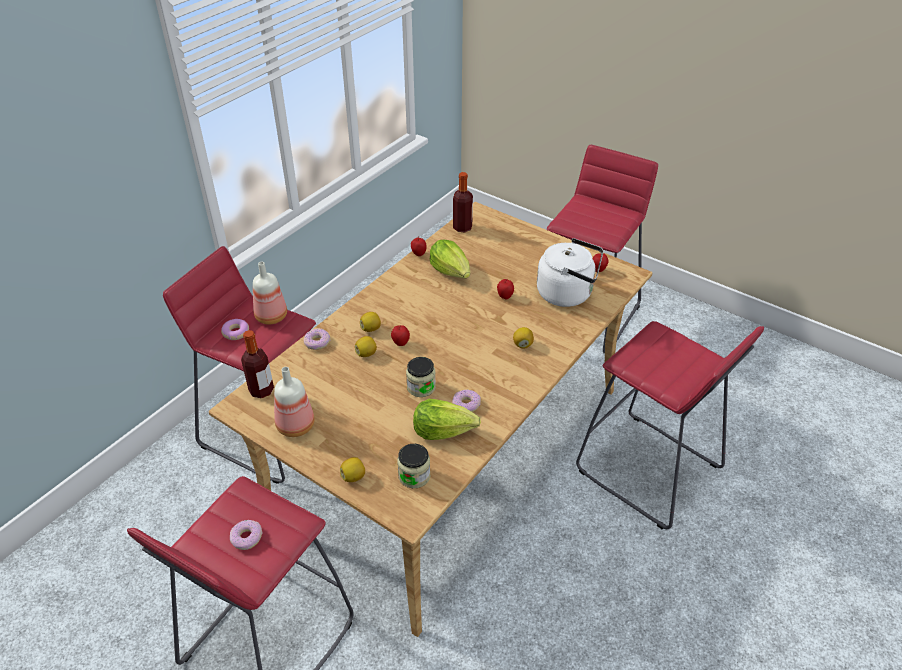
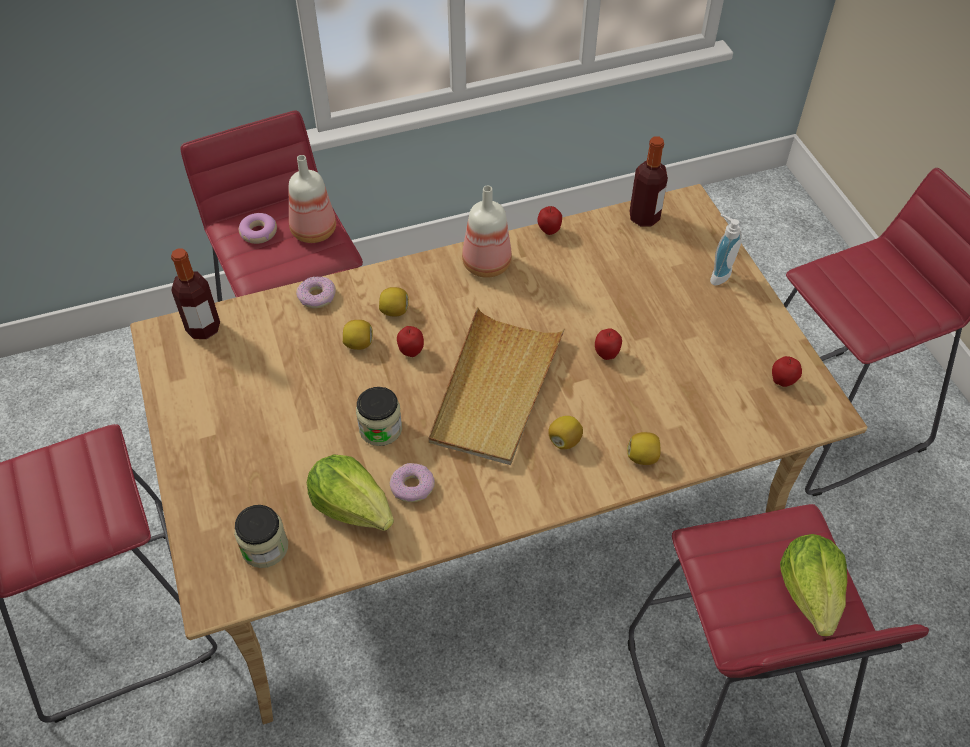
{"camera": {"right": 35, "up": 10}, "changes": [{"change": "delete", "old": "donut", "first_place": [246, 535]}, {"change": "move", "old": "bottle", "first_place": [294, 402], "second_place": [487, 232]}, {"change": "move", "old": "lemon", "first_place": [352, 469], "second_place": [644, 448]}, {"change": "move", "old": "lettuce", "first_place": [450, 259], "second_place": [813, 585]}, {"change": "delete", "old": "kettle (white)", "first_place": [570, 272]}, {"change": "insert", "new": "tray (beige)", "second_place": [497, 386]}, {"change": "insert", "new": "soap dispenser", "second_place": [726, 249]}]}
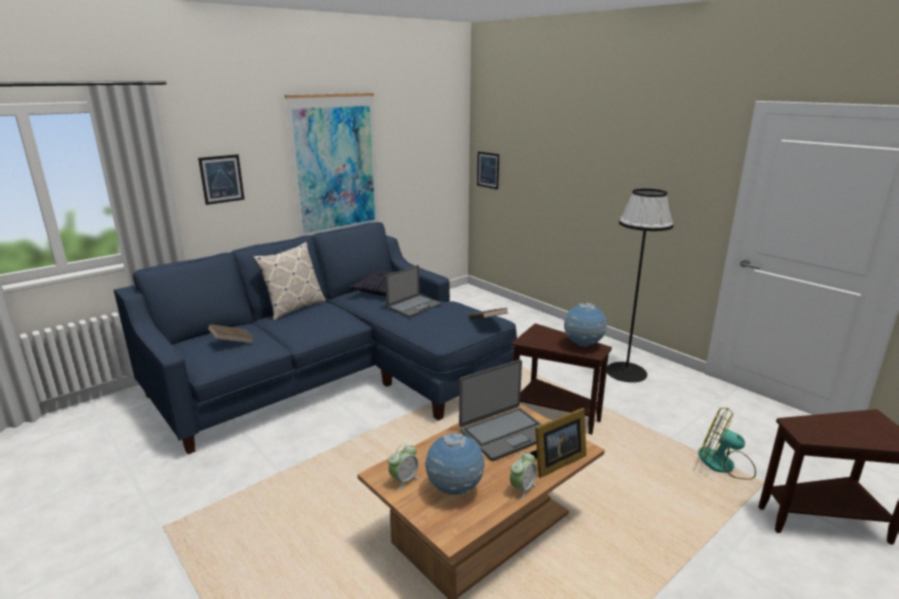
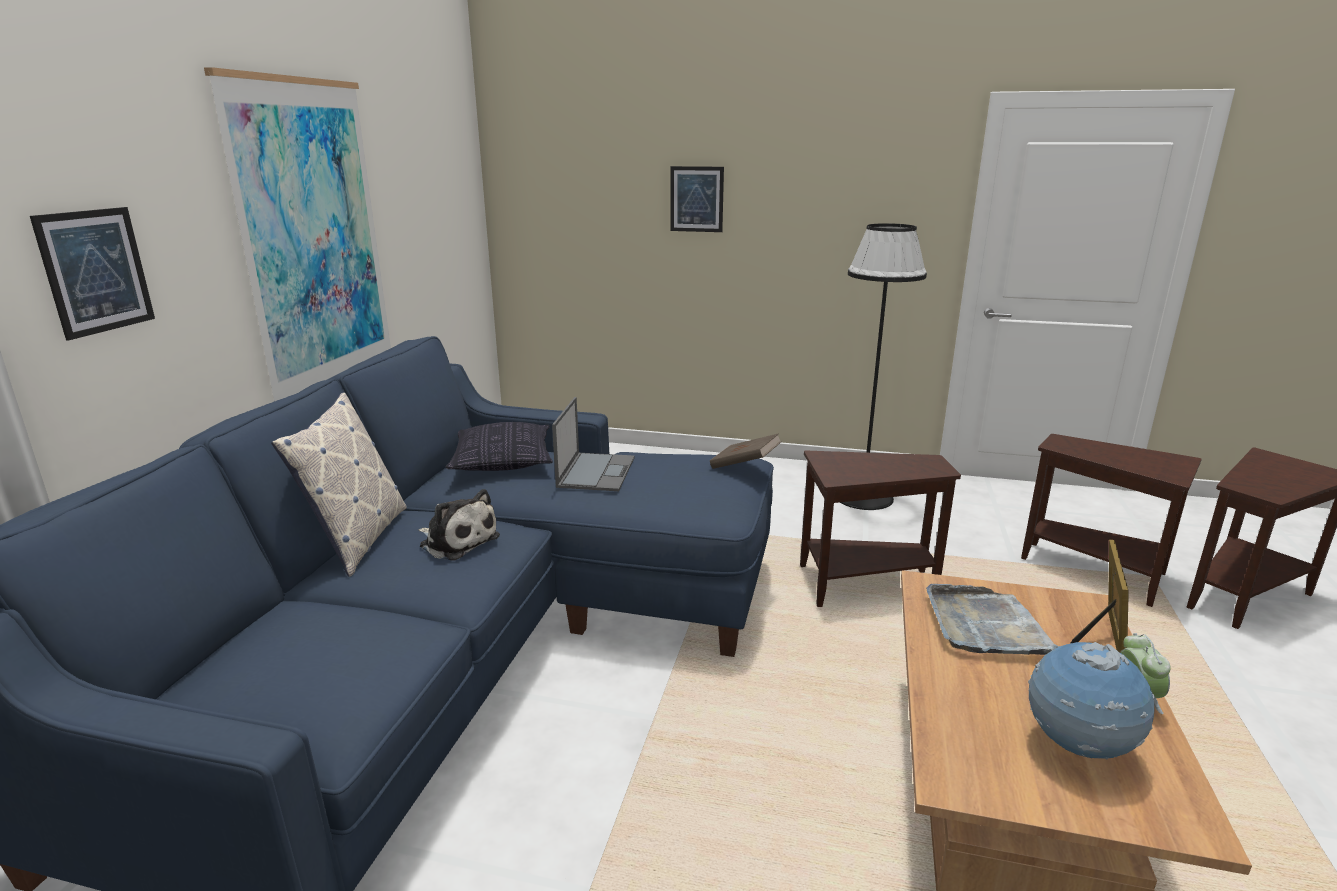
{"camera": {"right": -35, "up": 0}, "changes": [{"change": "delete", "old": "book (brown)", "first_place": [231, 333]}, {"change": "delete", "old": "alarm clock", "first_place": [403, 467]}, {"change": "replace", "old": "laptop", "new": "tray (grey)", "first_place": [500, 410], "second_place": [992, 619]}, {"change": "move", "old": "picture", "first_place": [488, 170], "second_place": [697, 199]}, {"change": "delete", "old": "globe", "first_place": [585, 325]}, {"change": "replace", "old": "fan", "new": "side table (brown)", "first_place": [727, 444], "second_place": [1111, 520]}, {"change": "insert", "new": "plush toy", "second_place": [459, 525]}]}
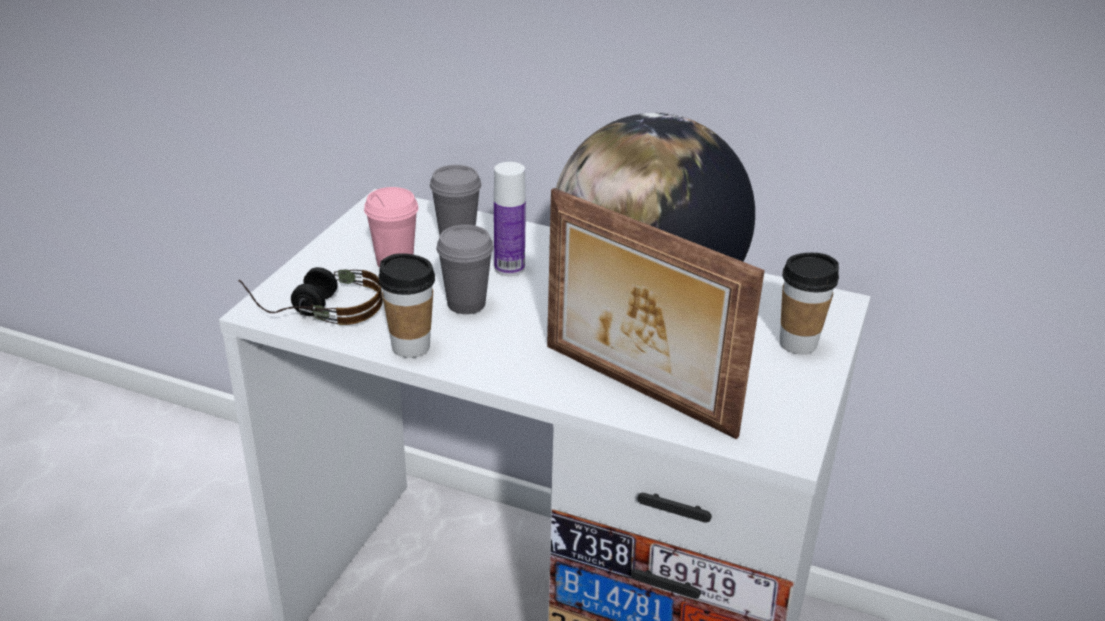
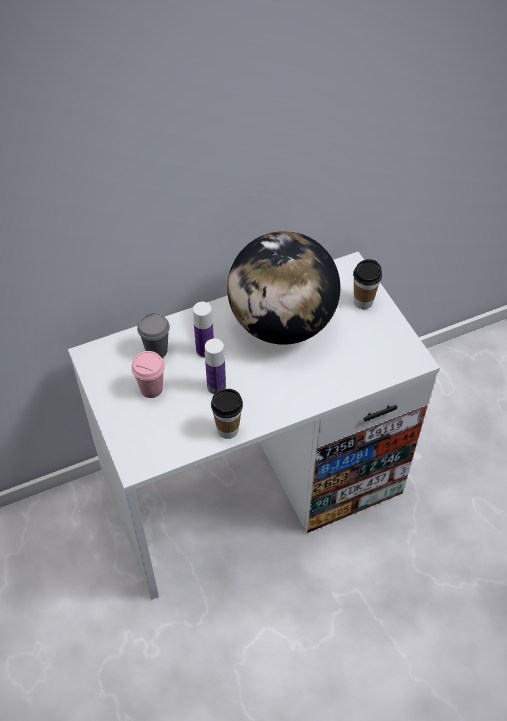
{"camera": {"right": -45, "up": 20}, "changes": [{"change": "delete", "old": "headphones", "first_place": [311, 296]}, {"change": "replace", "old": "cup (grey)", "new": "bottle", "first_place": [465, 269], "second_place": [215, 366]}, {"change": "delete", "old": "picture frame", "first_place": [656, 313]}]}
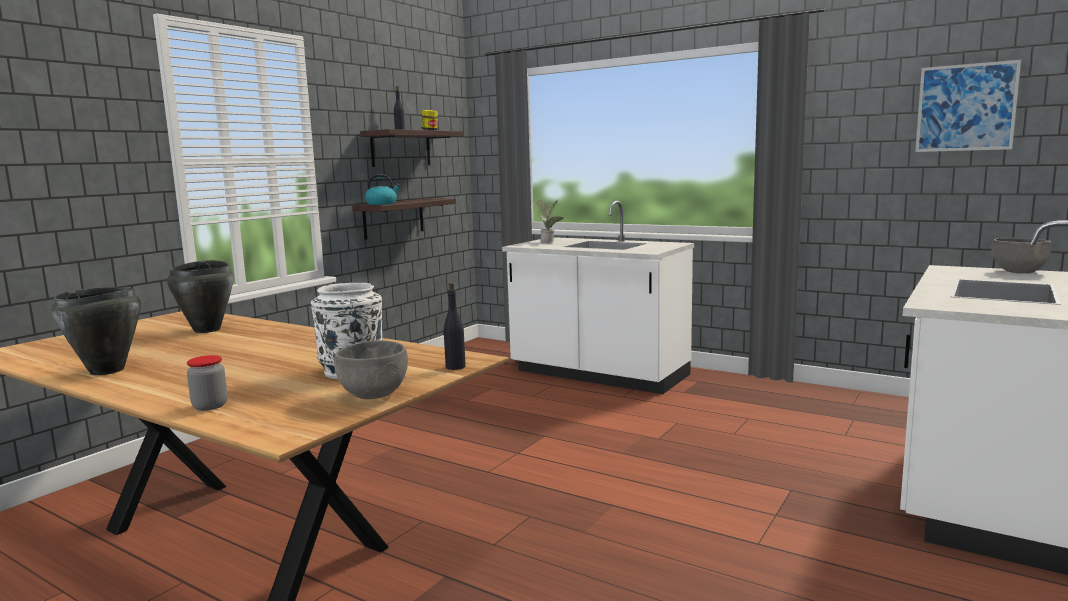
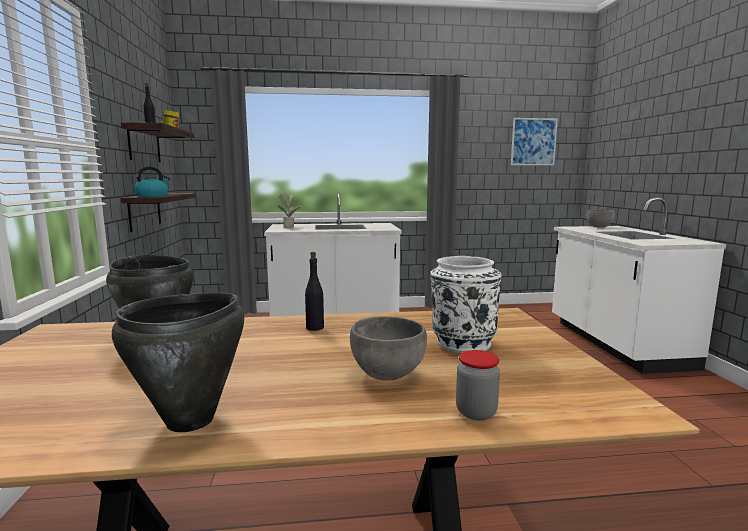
{"camera": {"right": -40, "up": 0}, "changes": [{"change": "move", "old": "bowl (grey)", "first_place": [371, 369], "second_place": [388, 348]}, {"change": "move", "old": "bottle (black)", "first_place": [455, 326], "second_place": [314, 291]}]}
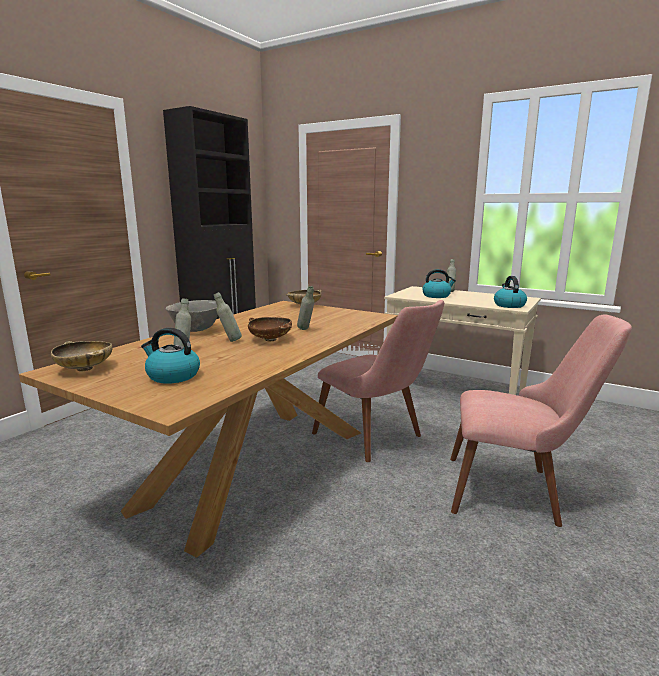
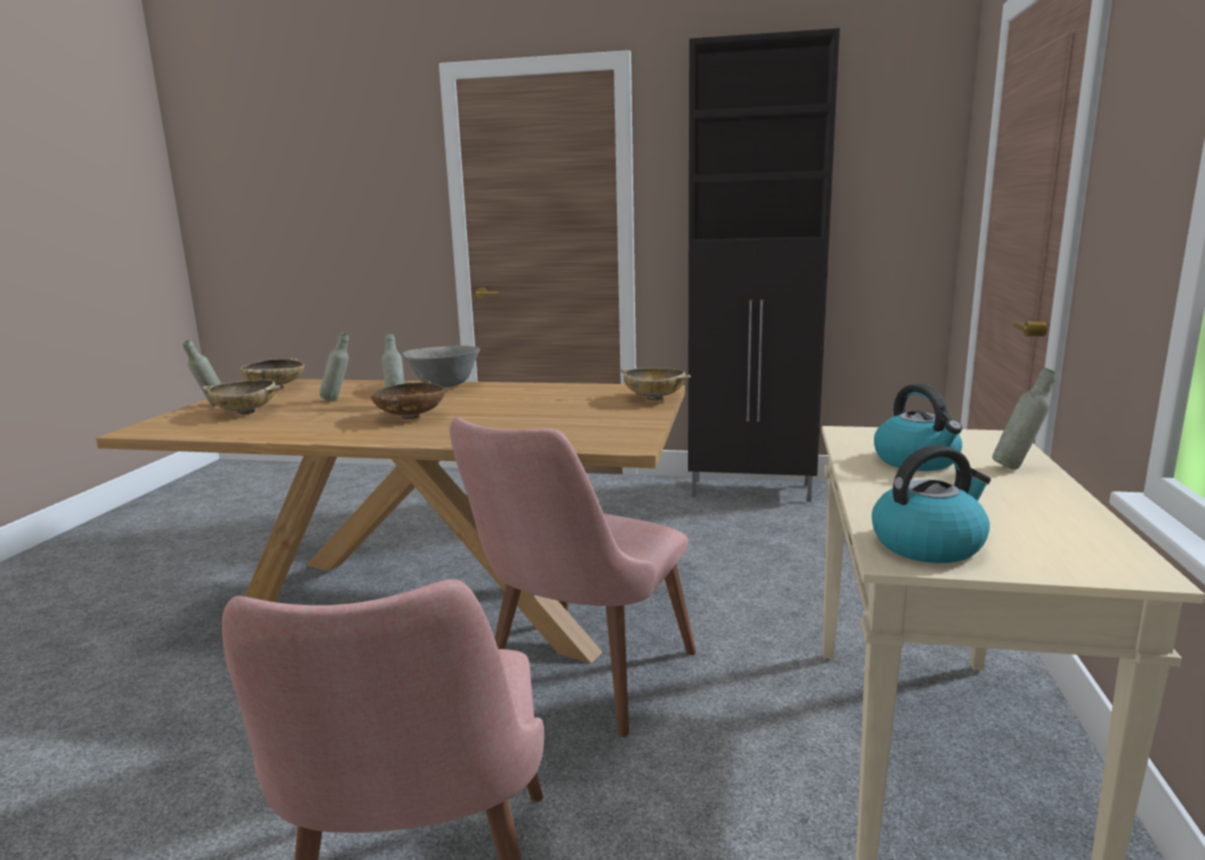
{"camera": {"right": 70, "up": 0}, "changes": [{"change": "replace", "old": "kettle", "new": "bowl (beige)", "first_place": [170, 356], "second_place": [242, 396]}, {"change": "move", "old": "bottle (grey)", "first_place": [305, 308], "second_place": [201, 373]}]}
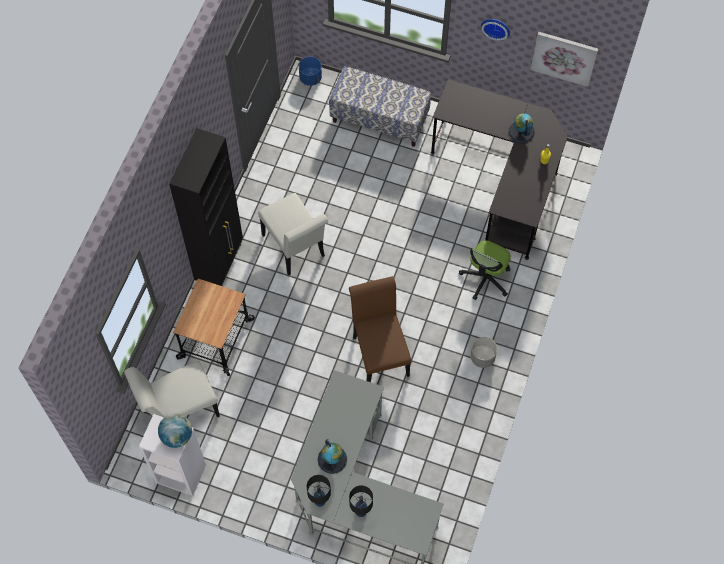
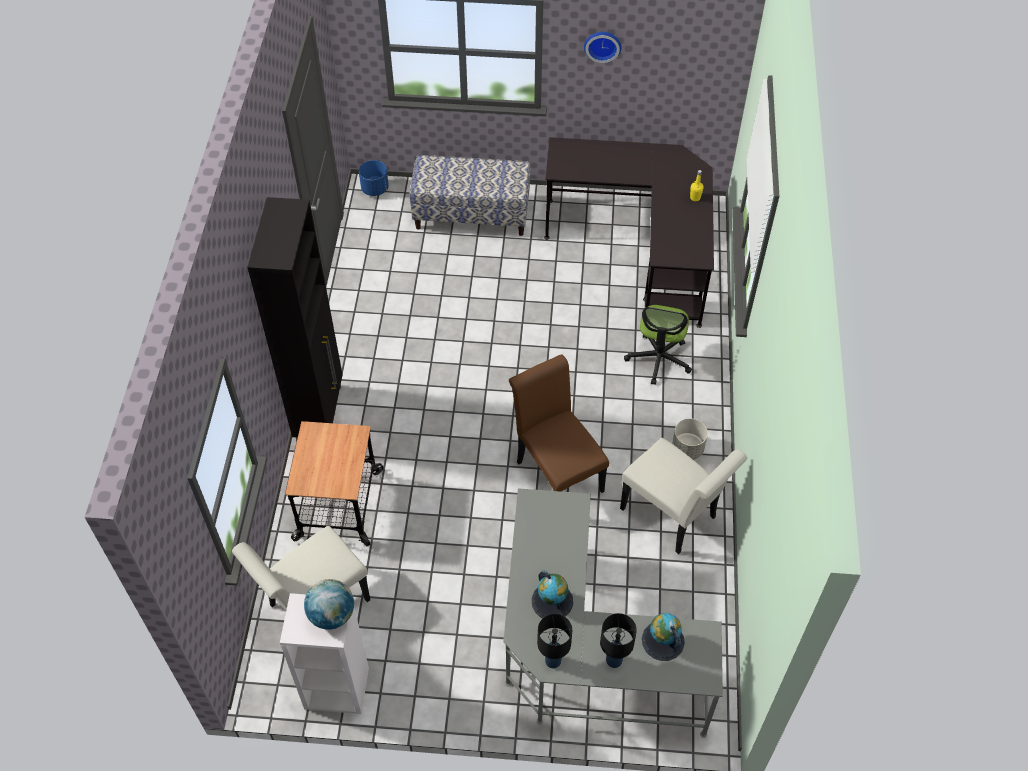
{"camera": {"right": -15, "up": -10}, "changes": [{"change": "move", "old": "chair (white)", "first_place": [293, 234], "second_place": [683, 496]}, {"change": "move", "old": "globe", "first_place": [521, 128], "second_place": [663, 637]}, {"change": "delete", "old": "picture", "first_place": [564, 59]}]}
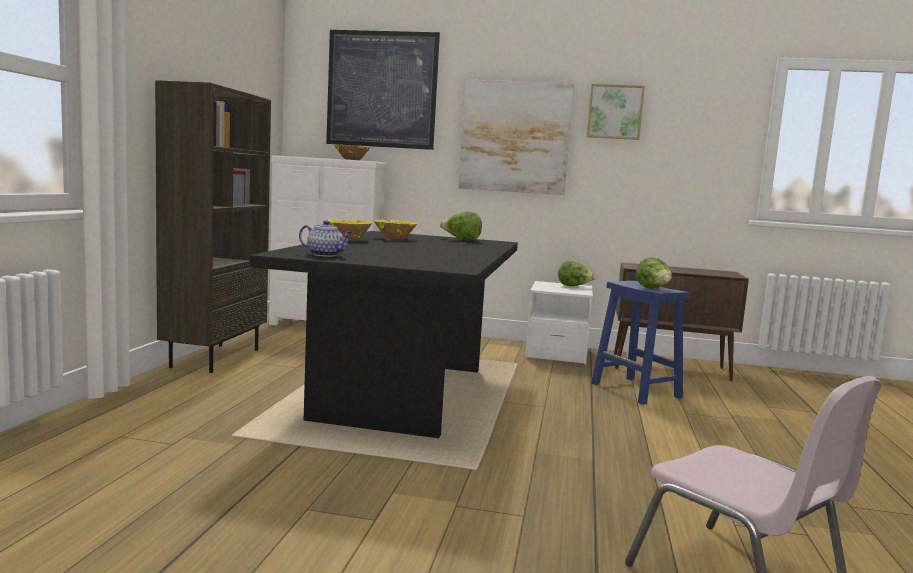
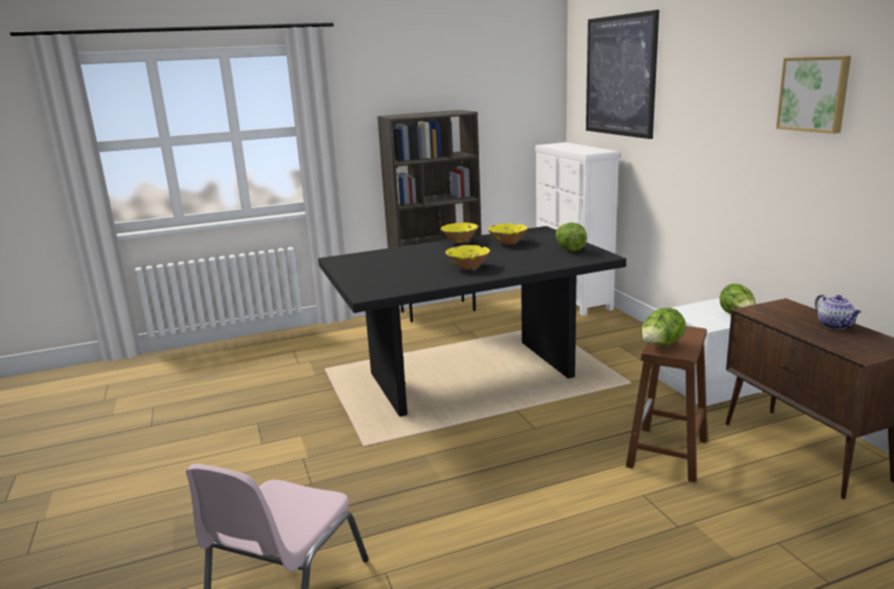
{"camera": {"right": 60, "up": 10}, "changes": [{"change": "move", "old": "teapot", "first_place": [326, 238], "second_place": [838, 312]}, {"change": "move", "old": "bowl (yellow)", "first_place": [352, 152], "second_place": [467, 257]}, {"change": "delete", "old": "picture", "first_place": [516, 137]}, {"change": "recolor", "old": "stool (blue)", "new": "stool (brown)", "first_place": [640, 343], "second_place": [667, 404]}]}
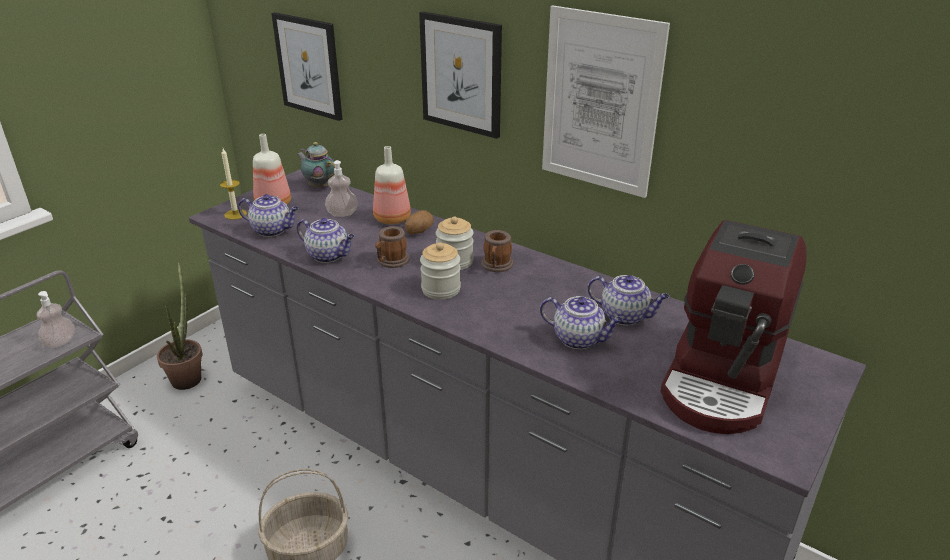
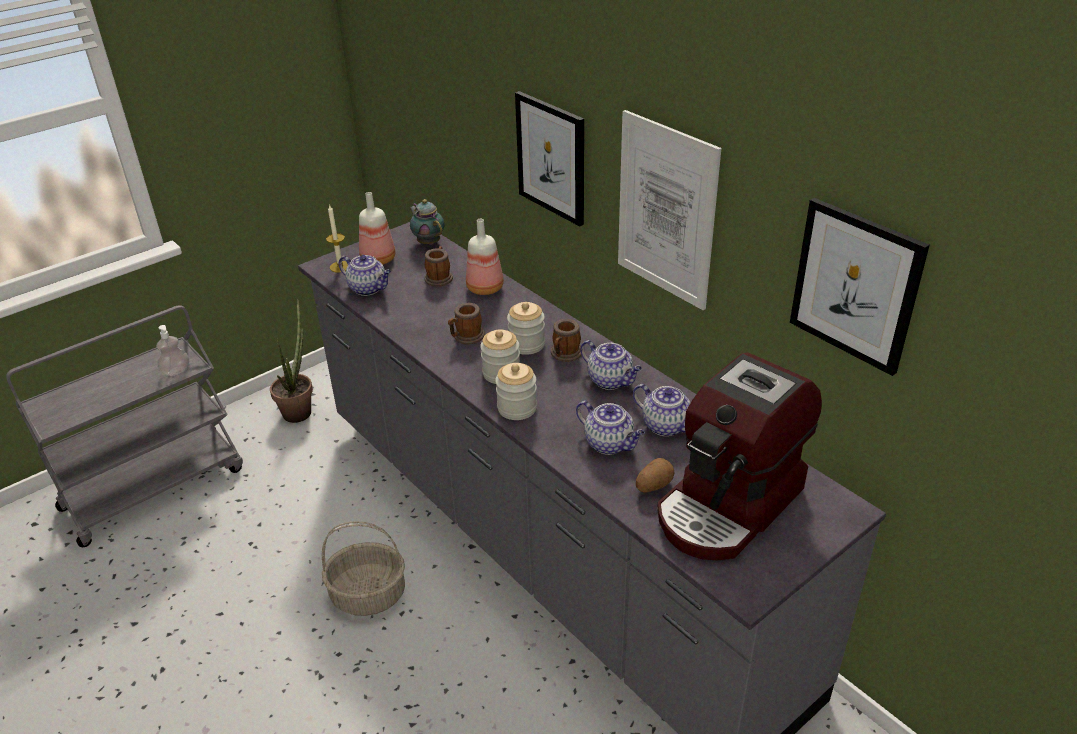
{"camera": {"right": 15, "up": 5}, "changes": [{"change": "move", "old": "picture", "first_place": [307, 66], "second_place": [860, 287]}, {"change": "move", "old": "teapot", "first_place": [326, 240], "second_place": [611, 365]}, {"change": "replace", "old": "soap dispenser", "new": "mug", "first_place": [341, 188], "second_place": [439, 266]}, {"change": "move", "old": "potato", "first_place": [419, 222], "second_place": [655, 475]}, {"change": "insert", "new": "jar", "second_place": [516, 391]}]}
